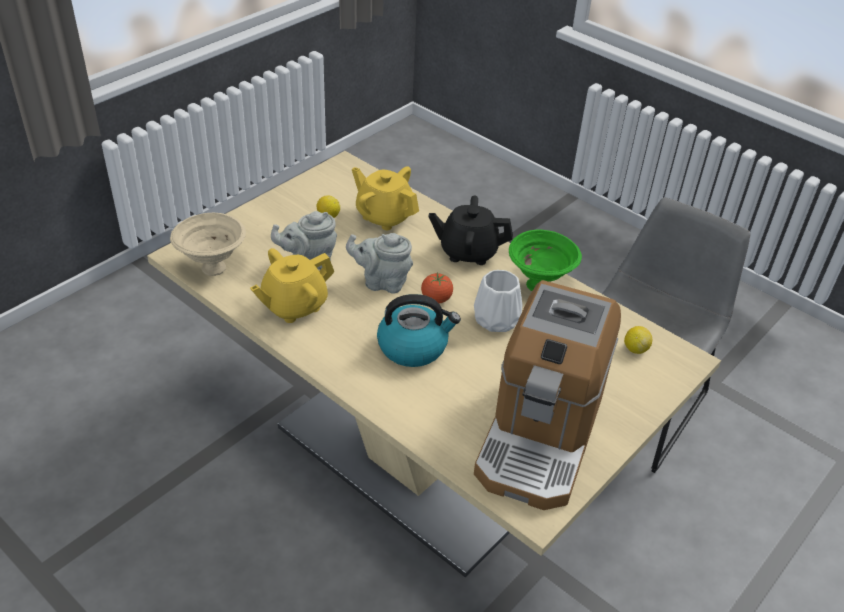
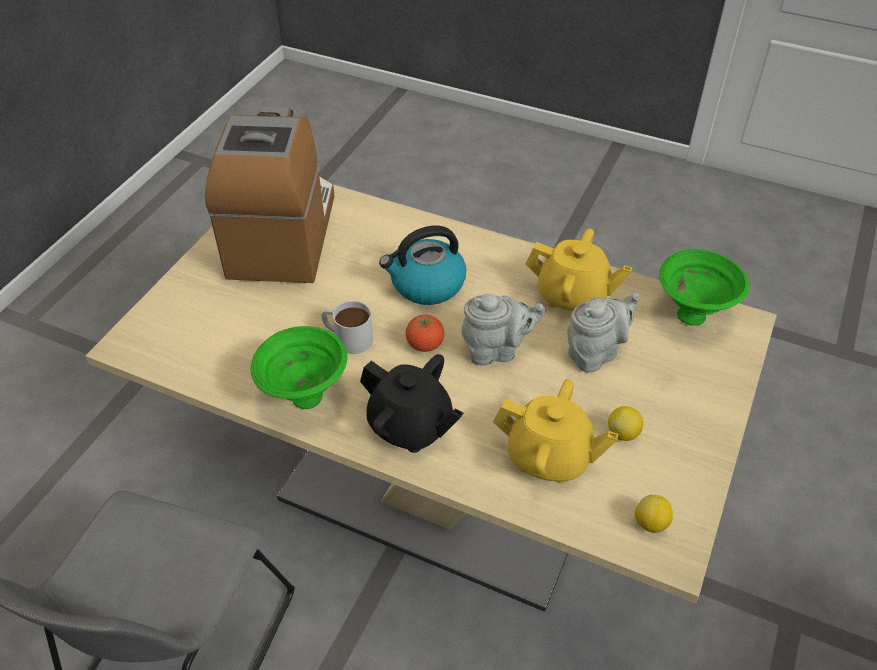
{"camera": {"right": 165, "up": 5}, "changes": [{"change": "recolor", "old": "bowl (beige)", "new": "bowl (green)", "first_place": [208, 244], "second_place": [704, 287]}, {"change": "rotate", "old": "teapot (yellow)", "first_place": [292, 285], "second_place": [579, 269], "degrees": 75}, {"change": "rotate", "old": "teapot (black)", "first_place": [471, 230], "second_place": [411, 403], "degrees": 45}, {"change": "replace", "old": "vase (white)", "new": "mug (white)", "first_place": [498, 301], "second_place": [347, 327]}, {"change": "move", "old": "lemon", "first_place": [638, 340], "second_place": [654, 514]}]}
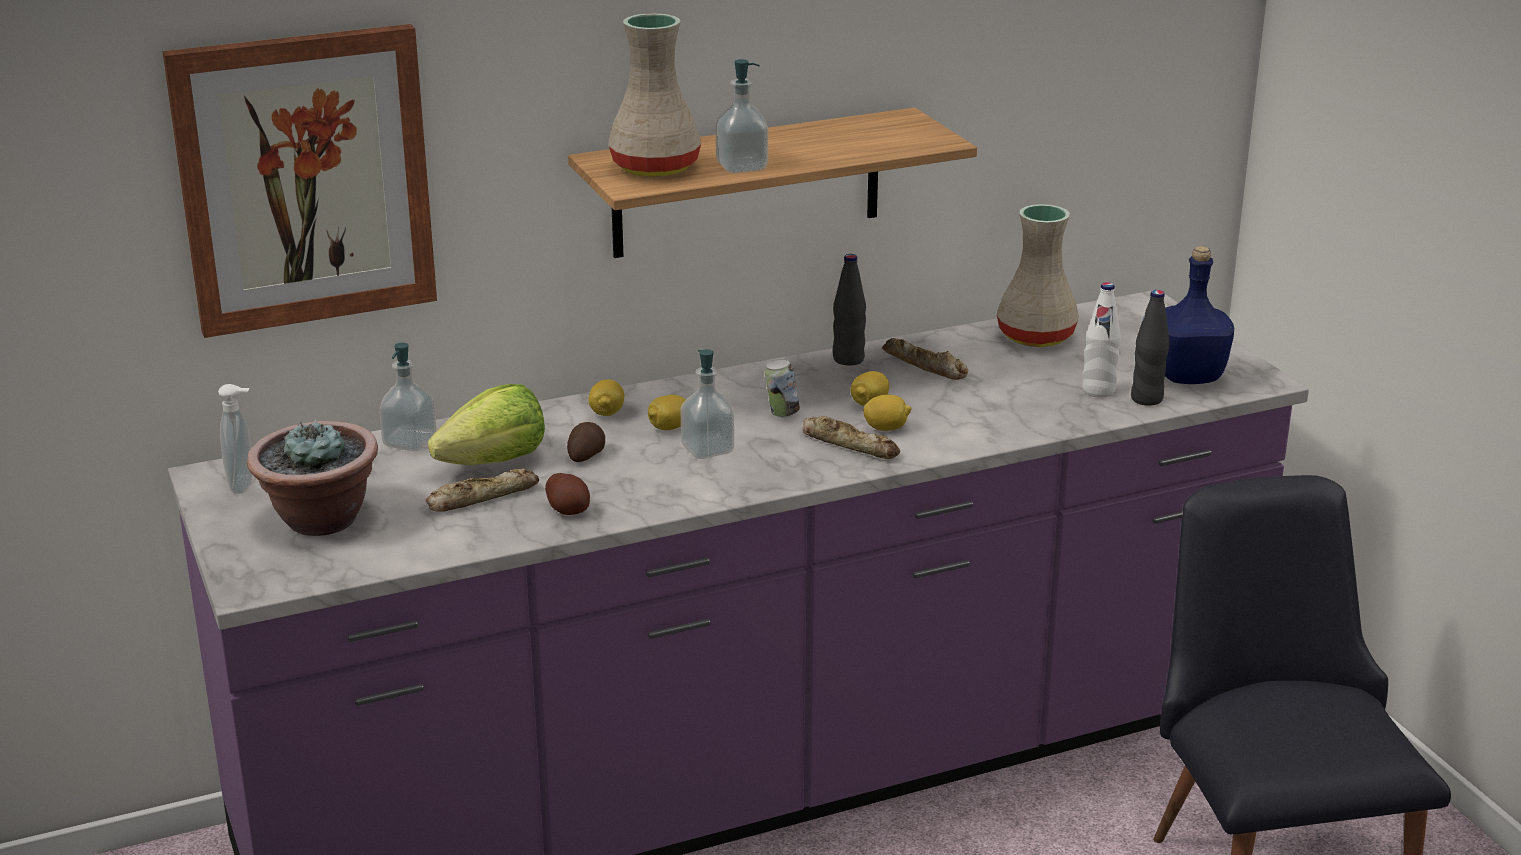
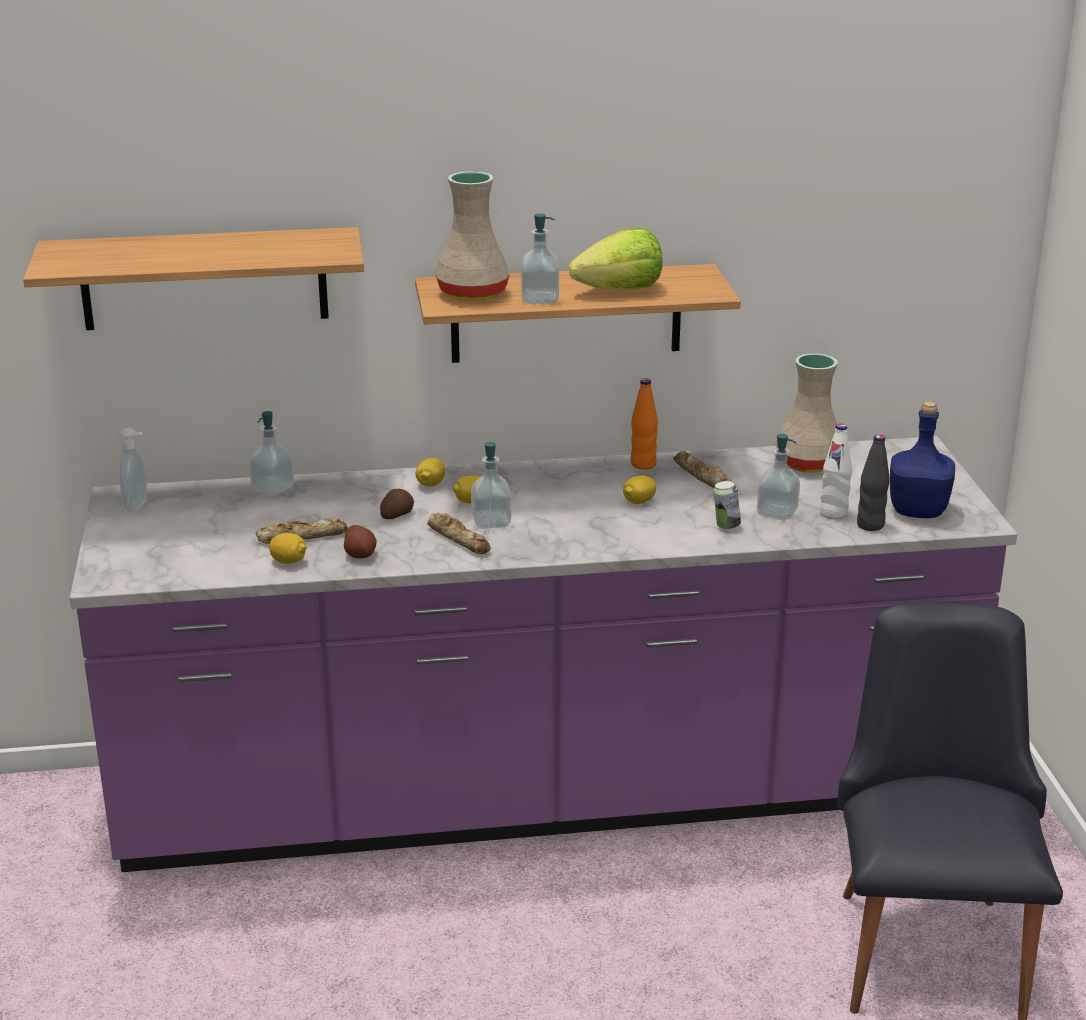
{"camera": {"right": 15, "up": 0}, "changes": [{"change": "replace", "old": "picture", "new": "shelf", "first_place": [299, 181], "second_place": [193, 278]}, {"change": "delete", "old": "potted plant", "first_place": [312, 477]}, {"change": "move", "old": "lettuce", "first_place": [486, 424], "second_place": [616, 259]}, {"change": "move", "old": "can", "first_place": [782, 388], "second_place": [727, 505]}, {"change": "move", "old": "bread", "first_place": [851, 437], "second_place": [459, 533]}, {"change": "recolor", "old": "bottle (black)", "new": "bottle (orange)", "first_place": [849, 310], "second_place": [644, 424]}, {"change": "move", "old": "lemon", "first_place": [887, 413], "second_place": [288, 548]}, {"change": "insert", "new": "soap dispenser", "second_place": [778, 477]}]}
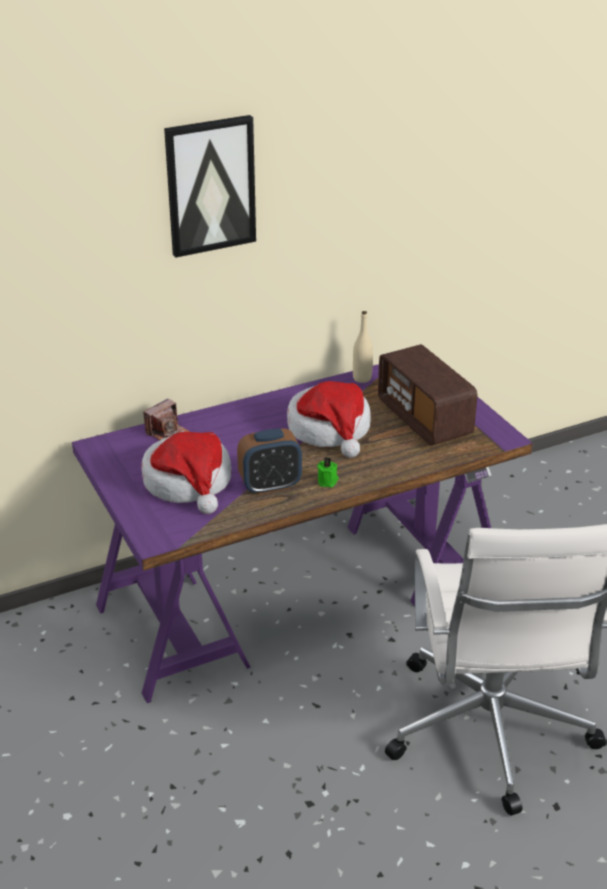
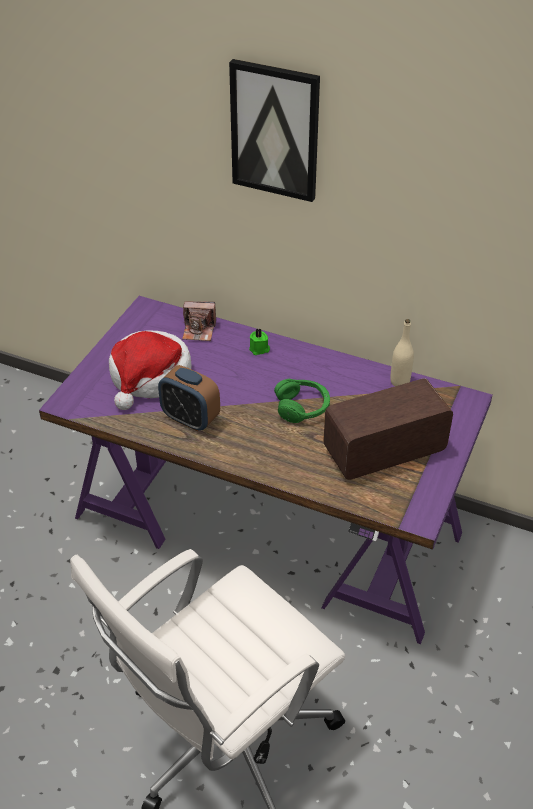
{"camera": {"right": 50, "up": 10}, "changes": [{"change": "replace", "old": "hat", "new": "headphones (green)", "first_place": [329, 419], "second_place": [302, 401]}, {"change": "move", "old": "candle (green)", "first_place": [328, 472], "second_place": [259, 341]}, {"change": "rotate", "old": "radio", "first_place": [427, 395], "second_place": [388, 429], "degrees": 45}]}
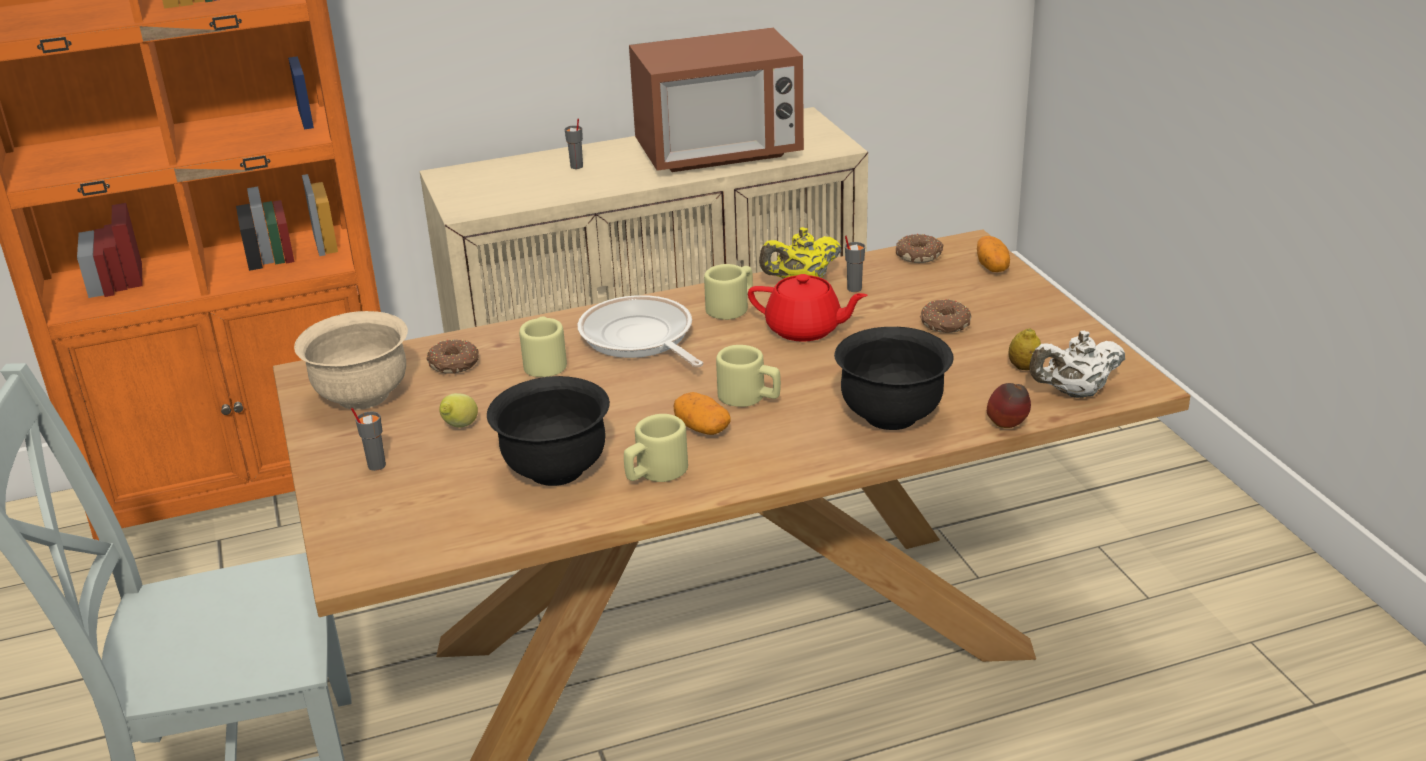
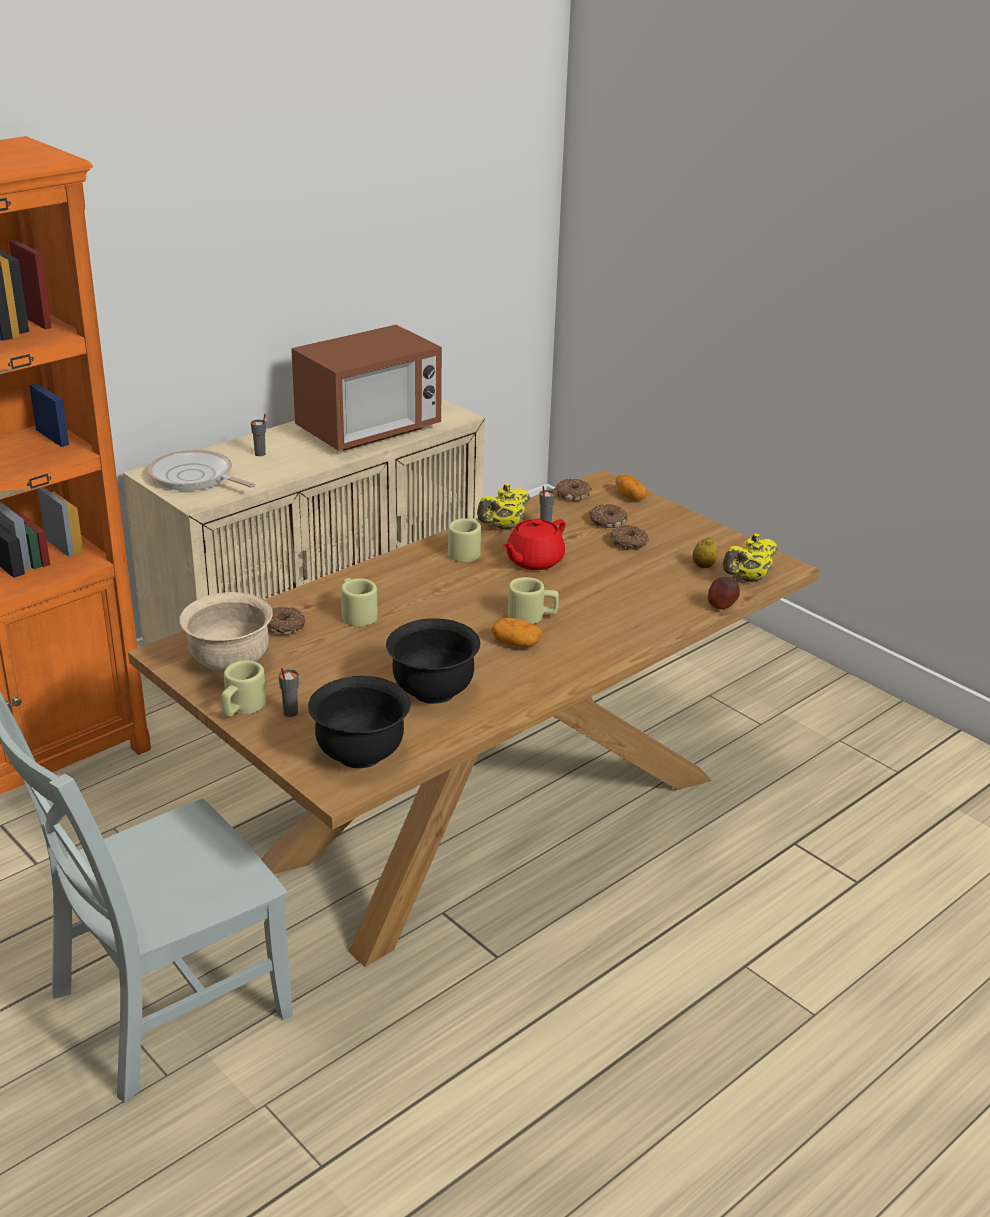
{"camera": {"right": -25, "up": 0}, "changes": [{"change": "delete", "old": "lemon", "first_place": [458, 410]}, {"change": "move", "old": "frying pan", "first_place": [640, 331], "second_place": [202, 470]}, {"change": "move", "old": "mug (beige)", "first_place": [656, 448], "second_place": [243, 688]}, {"change": "rotate", "old": "teapot (red)", "first_place": [808, 308], "second_place": [534, 544], "degrees": 135}, {"change": "move", "old": "bowl (black)", "first_place": [893, 378], "second_place": [359, 722]}, {"change": "recolor", "old": "teapot (white)", "new": "teapot (yellow)", "first_place": [1077, 364], "second_place": [750, 558]}, {"change": "insert", "new": "donut", "second_place": [608, 516]}]}
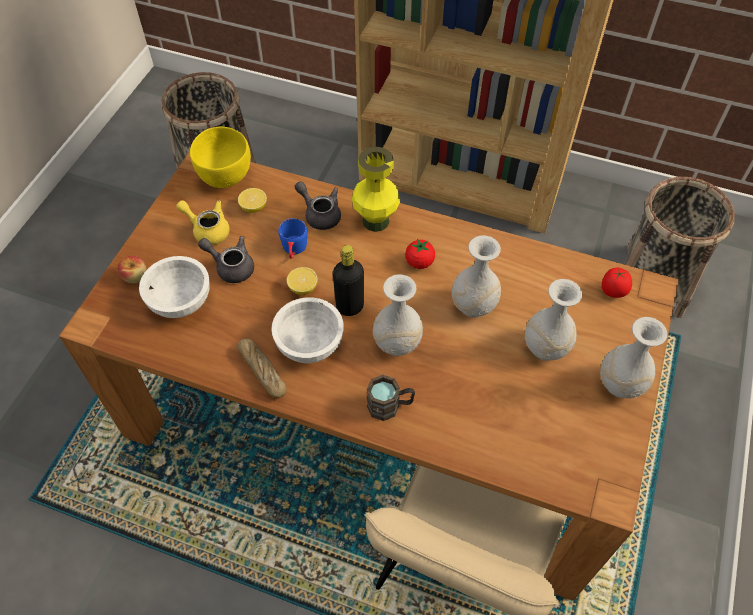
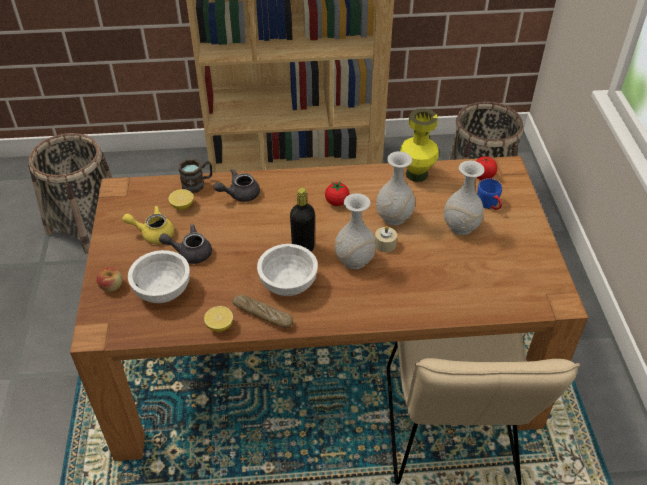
{"camera": {"right": -25, "up": -10}, "changes": [{"change": "delete", "old": "bowl (yellow)", "first_place": [220, 157]}, {"change": "move", "old": "mug (blue)", "first_place": [292, 238], "second_place": [489, 194]}, {"change": "move", "old": "lemon", "first_place": [302, 281], "second_place": [218, 319]}, {"change": "rotate", "old": "teapot (grey)", "first_place": [318, 205], "second_place": [237, 185], "degrees": -45}, {"change": "move", "old": "vase (yellow)", "first_place": [376, 189], "second_place": [419, 145]}, {"change": "move", "old": "mug (brown)", "first_place": [391, 398], "second_place": [195, 176]}, {"change": "delete", "old": "vase (white)", "first_place": [633, 358]}, {"change": "insert", "new": "candle (beige)", "second_place": [386, 239]}]}
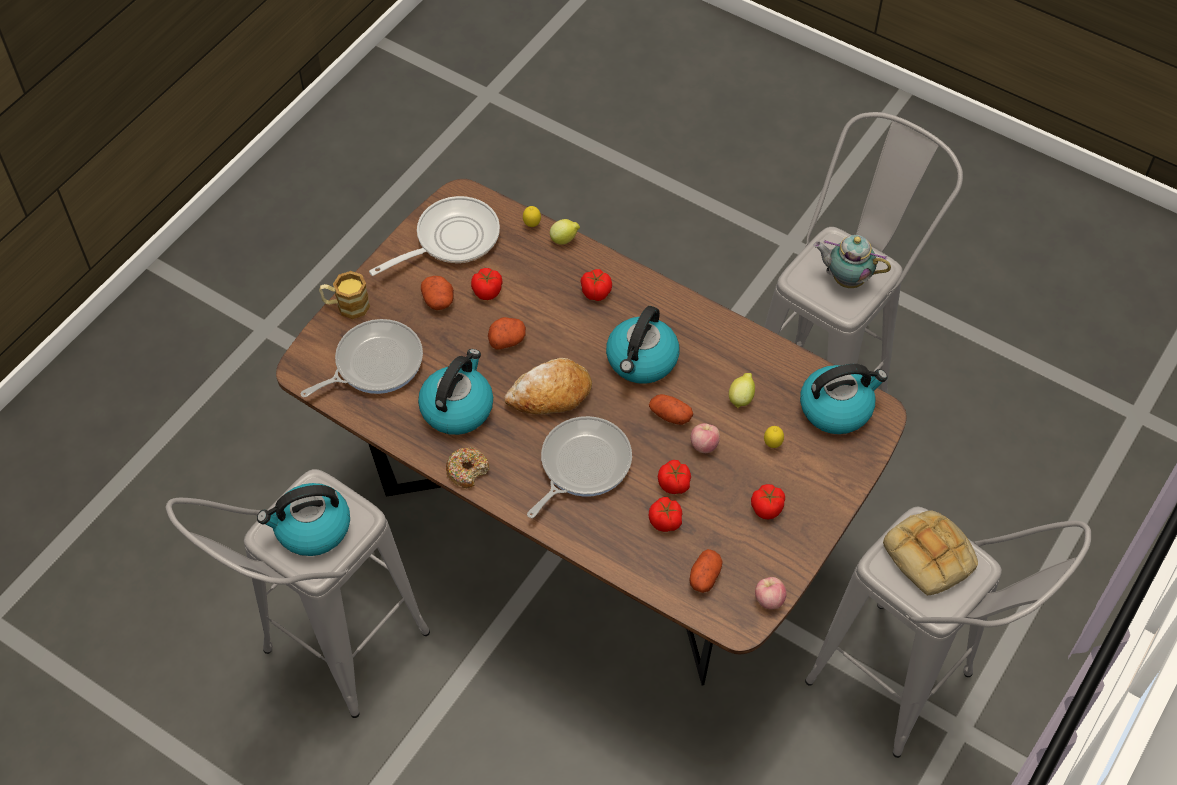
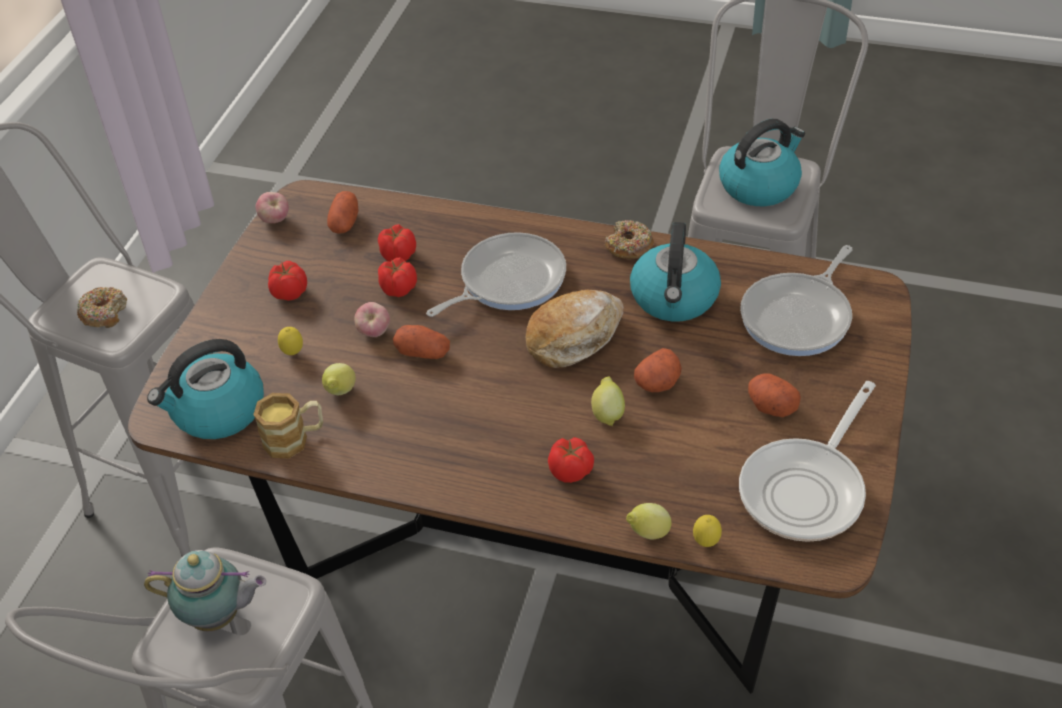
{"camera": {"right": 165, "up": -10}, "changes": [{"change": "move", "old": "mug", "first_place": [344, 295], "second_place": [288, 425]}, {"change": "delete", "old": "tomato", "first_place": [486, 284]}, {"change": "rotate", "old": "frying pan", "first_place": [579, 467], "second_place": [496, 274], "degrees": -150}, {"change": "delete", "old": "kettle", "first_place": [642, 345]}, {"change": "replace", "old": "bread", "new": "donut", "first_place": [930, 553], "second_place": [102, 307]}, {"change": "insert", "new": "lemon", "second_place": [608, 401]}]}
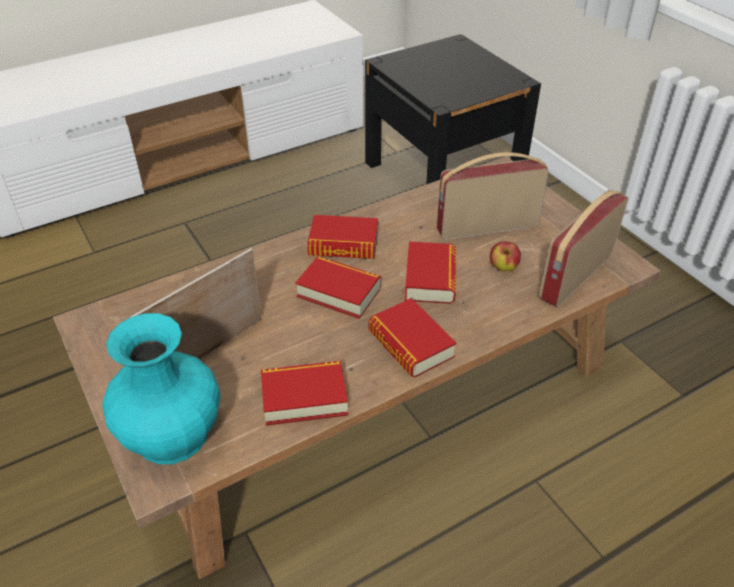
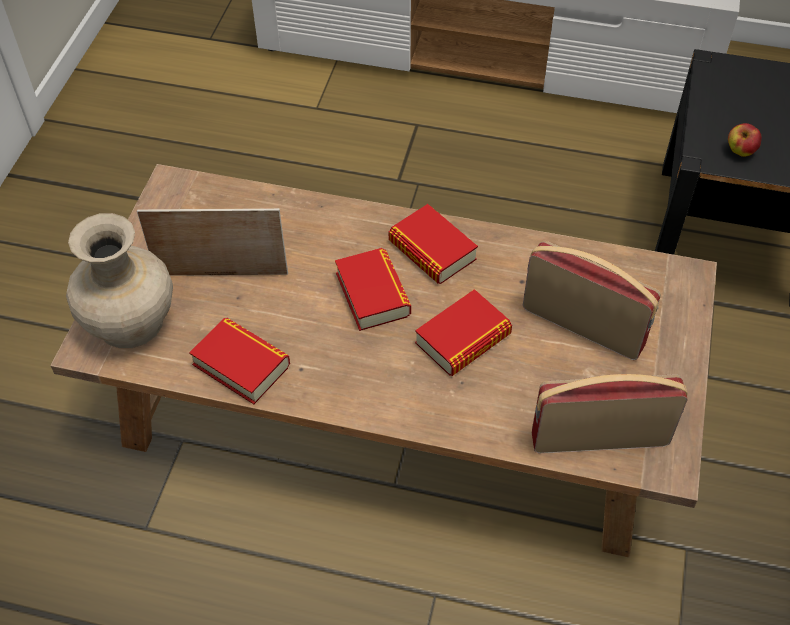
{"camera": {"right": 45, "up": 10}, "changes": [{"change": "recolor", "old": "vase (turquoise)", "new": "vase (beige)", "first_place": [161, 388], "second_place": [119, 280]}, {"change": "delete", "old": "book", "first_place": [412, 338]}, {"change": "move", "old": "apple", "first_place": [505, 256], "second_place": [745, 140]}]}
